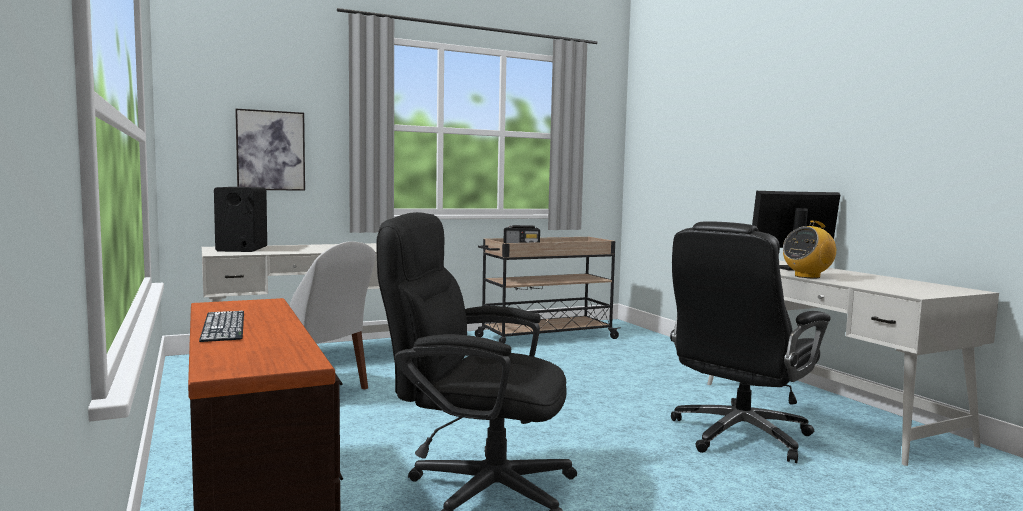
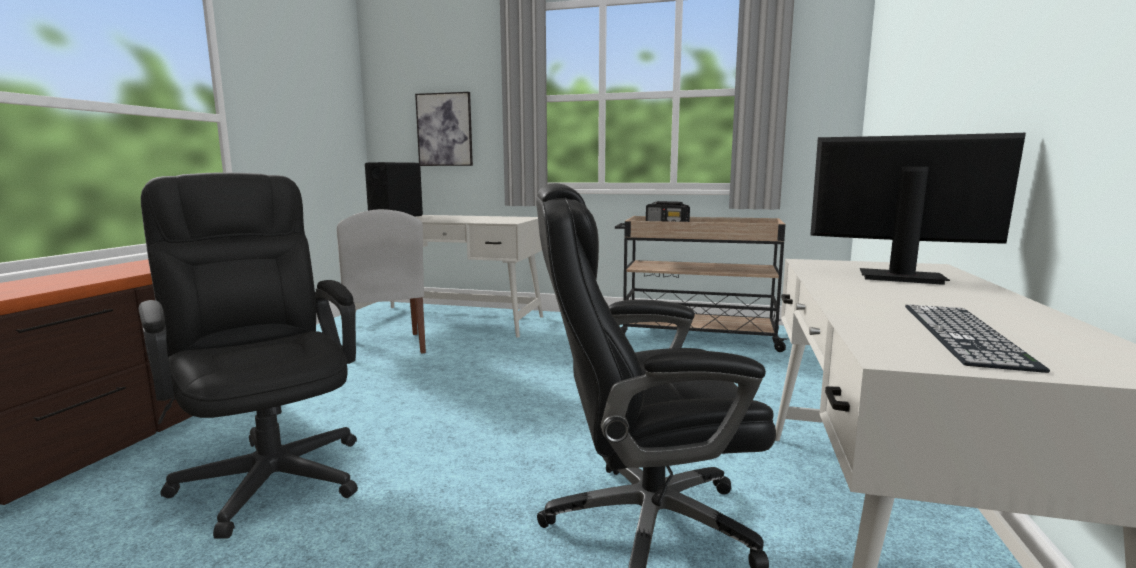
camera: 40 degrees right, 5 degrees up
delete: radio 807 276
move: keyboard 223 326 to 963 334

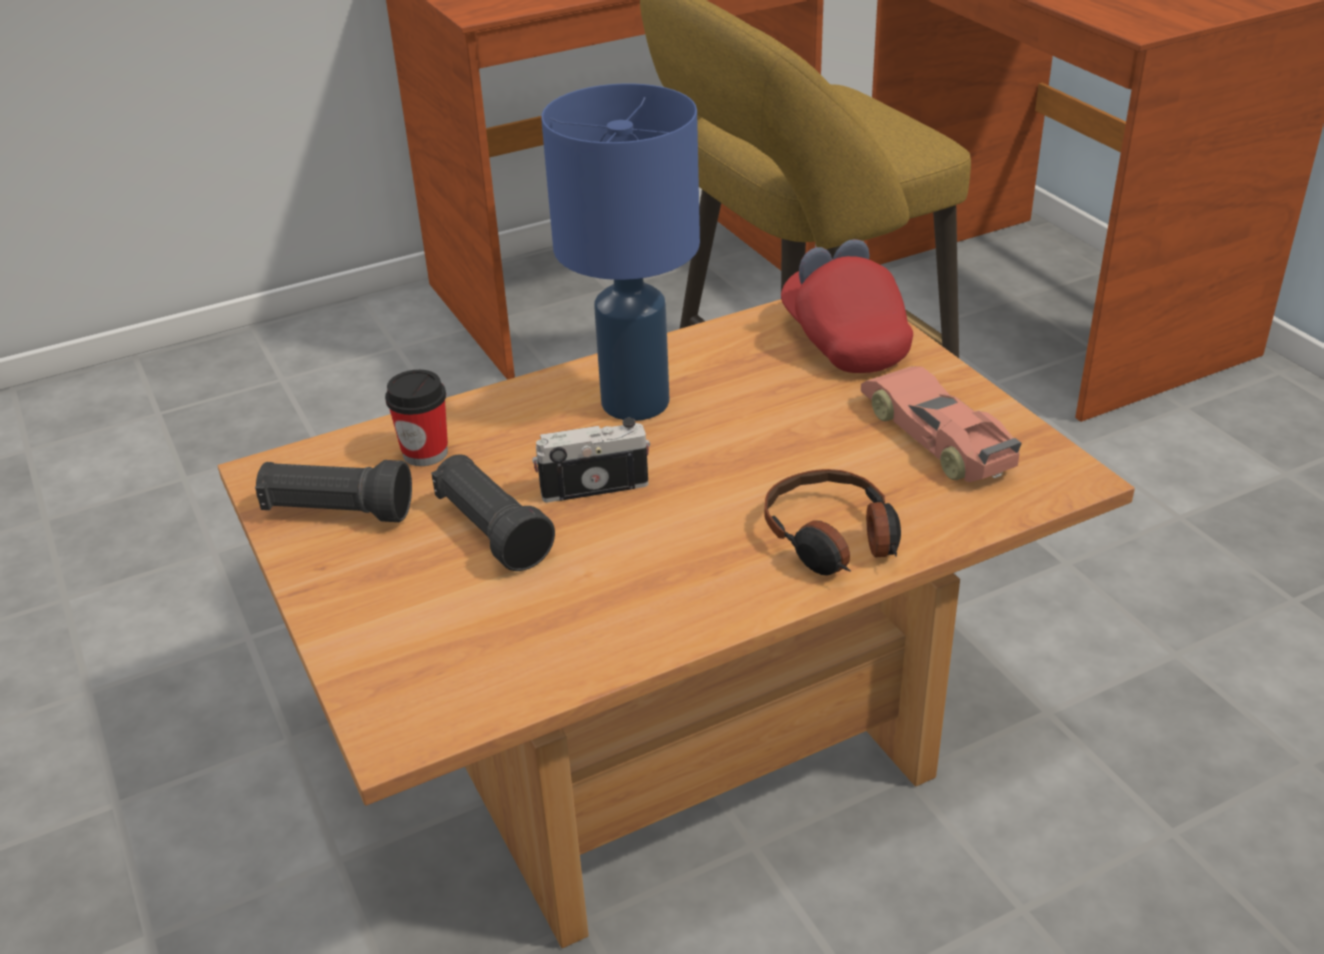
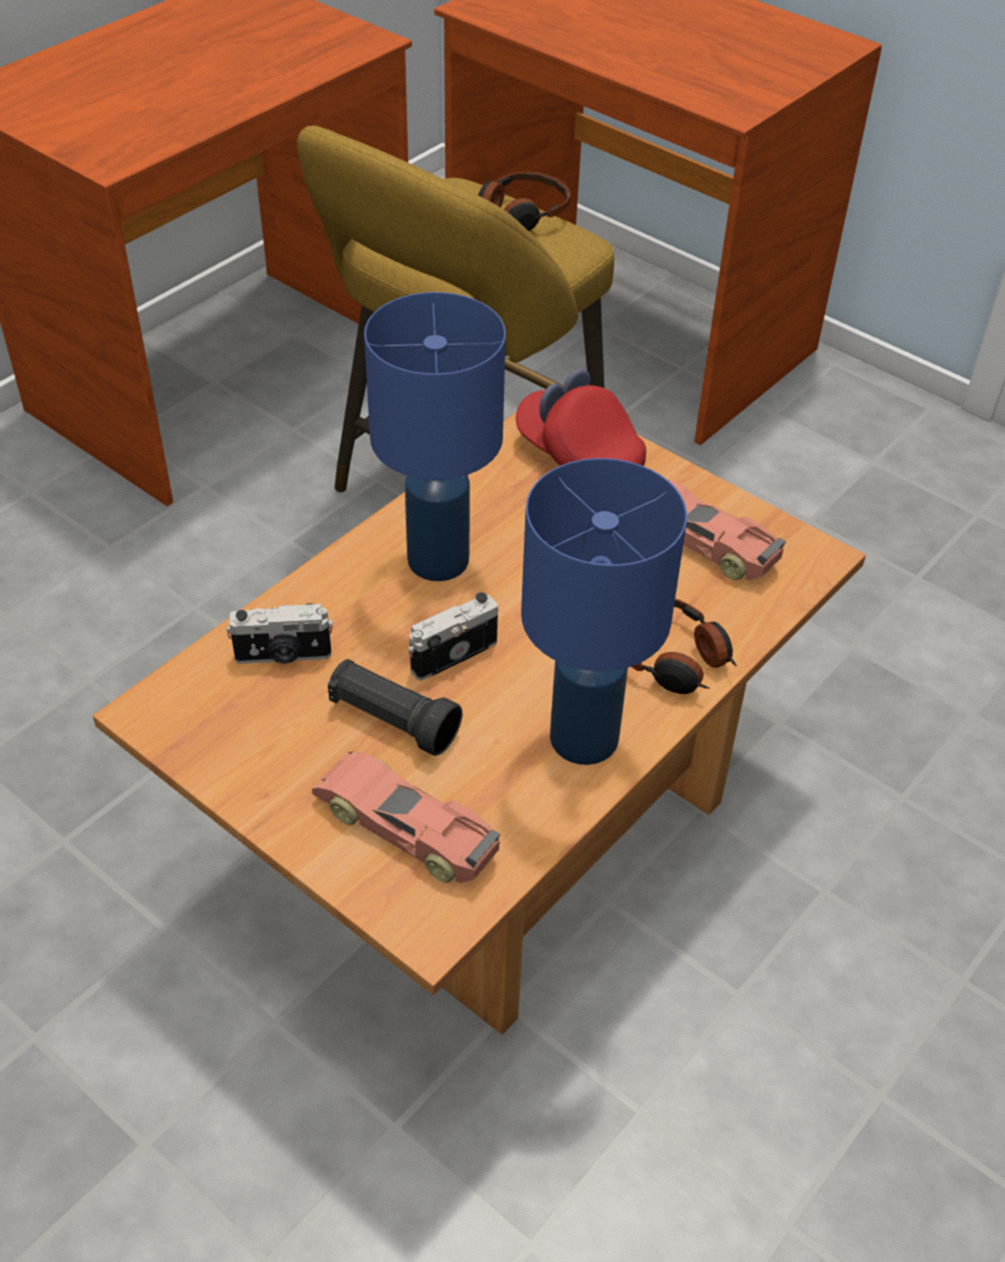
camera: 25 degrees left, 10 degrees up
delete: flashlight (black) 337 512
insert: toy car 407 827; headphones 521 214; table lamp (blue) 586 739
replace: cup 425 453 to photo camera 283 656

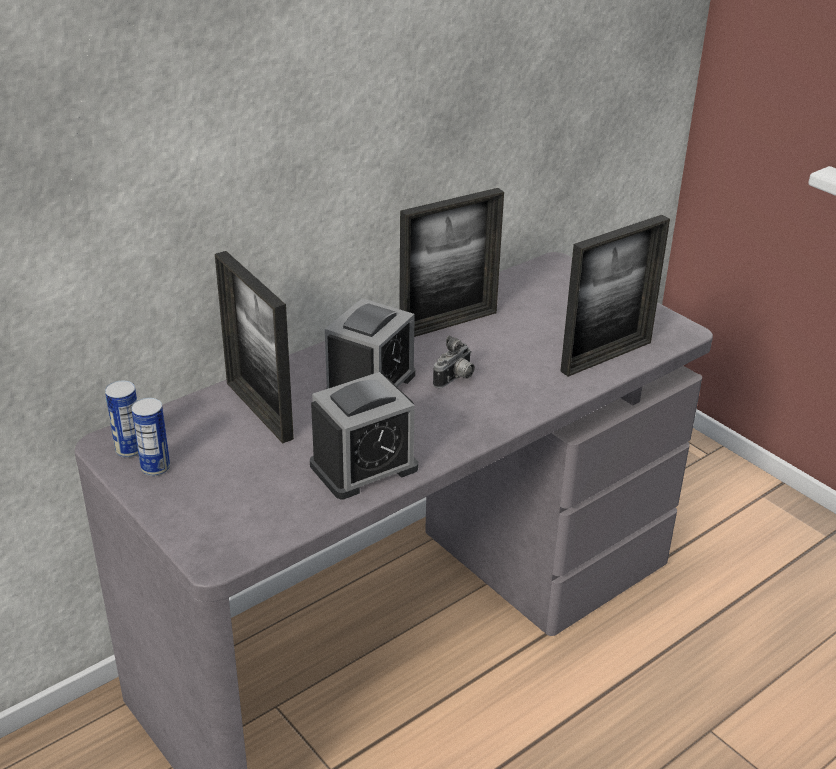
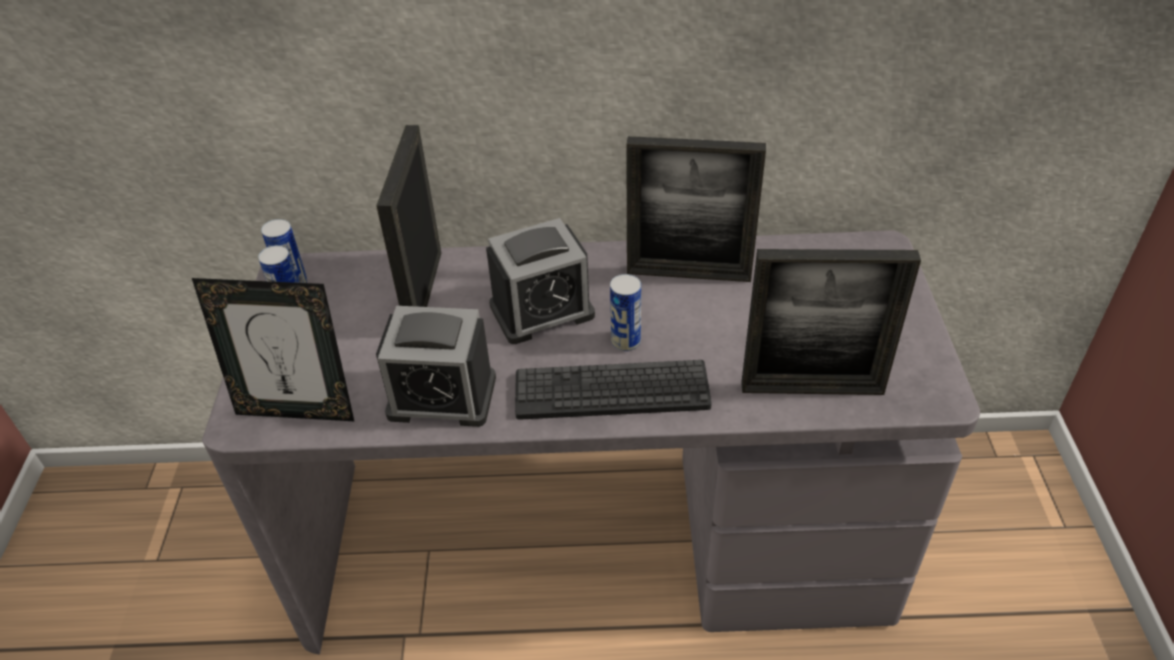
camera: 40 degrees right, 10 degrees up
insert: picture frame 297 410; keyboard 611 391
replace: photo camera 455 379 to can 625 341

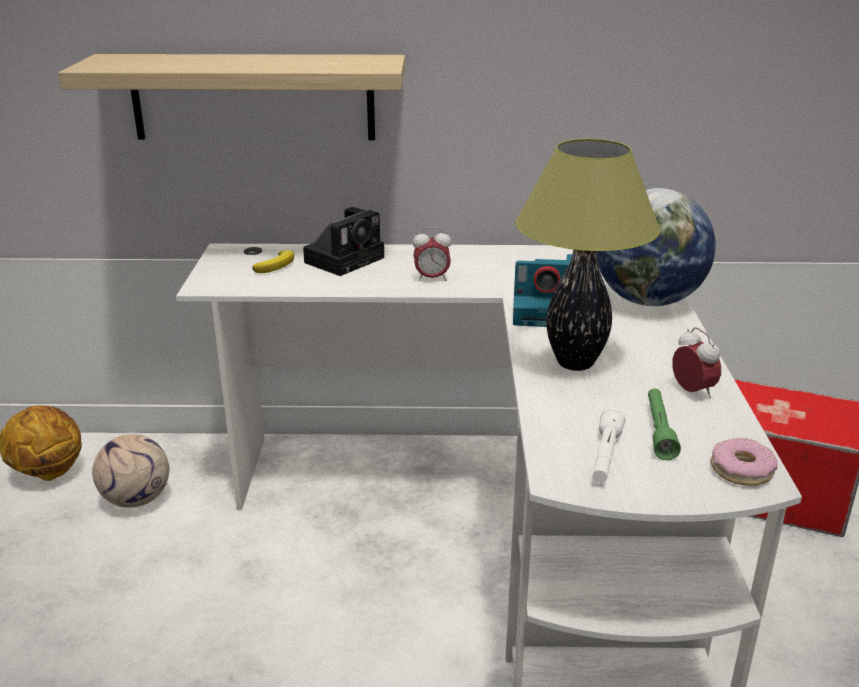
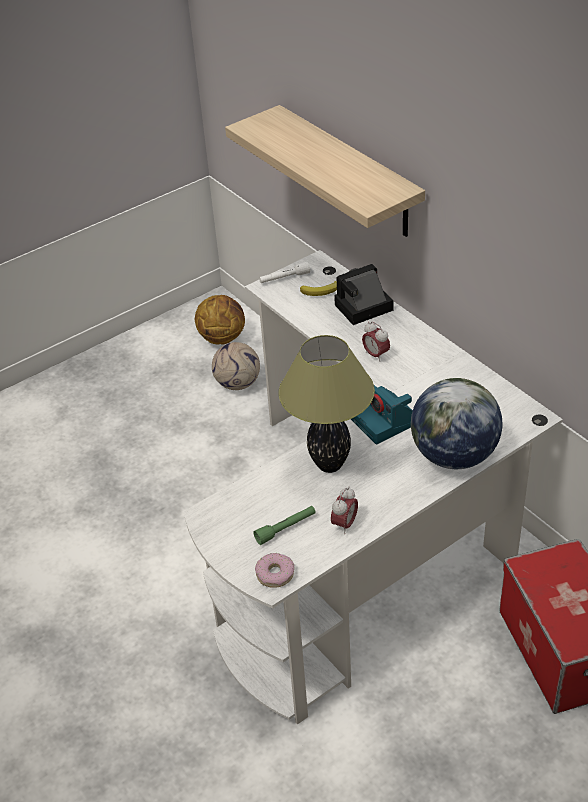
camera: 55 degrees right, 15 degrees up
move: flashlight (white) 605 456 to 284 278
rotate: photo camera 346 259 = 362 308 150 degrees clockwise

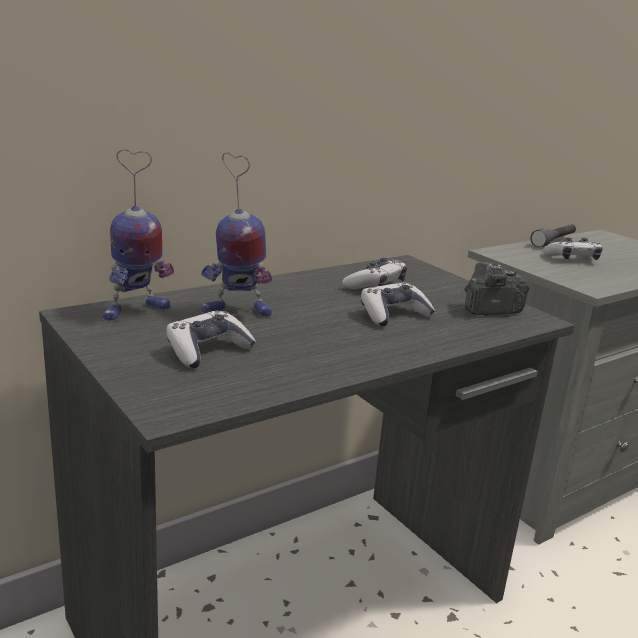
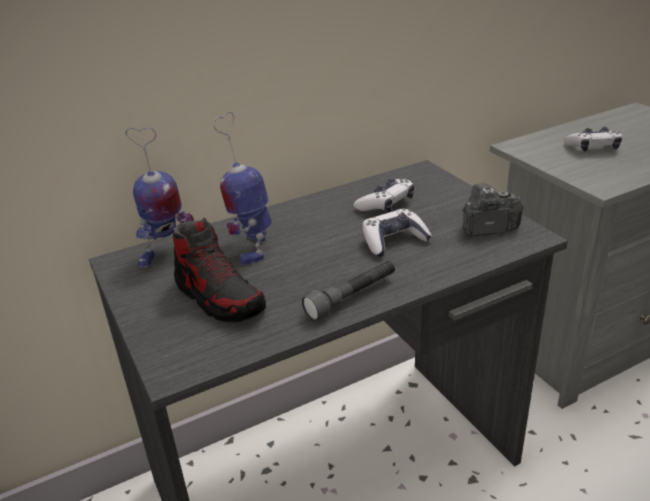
camera: 10 degrees right, 10 degrees up
move: flashlight (grey) 554 242 to 352 297
replace: game controller 208 351 to shoe 219 297
rotate: toy robot 236 312 = 252 248 90 degrees clockwise

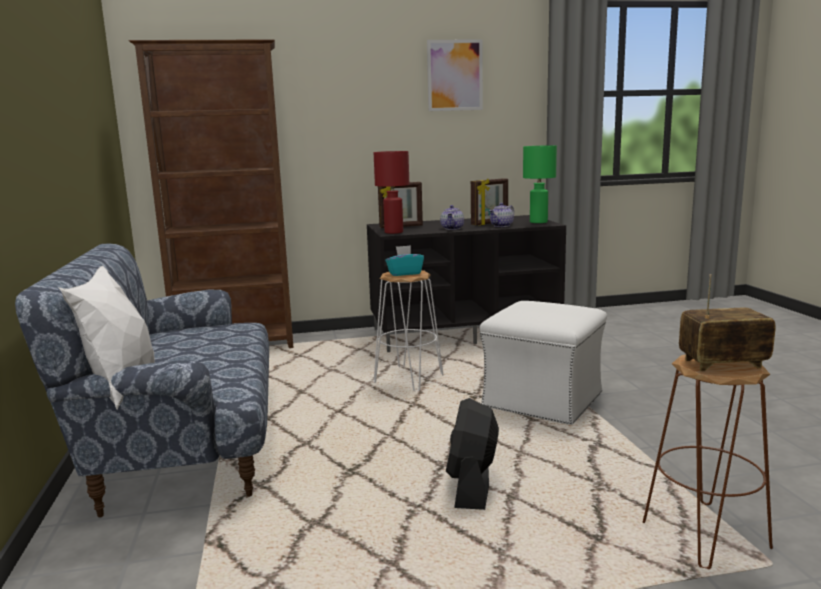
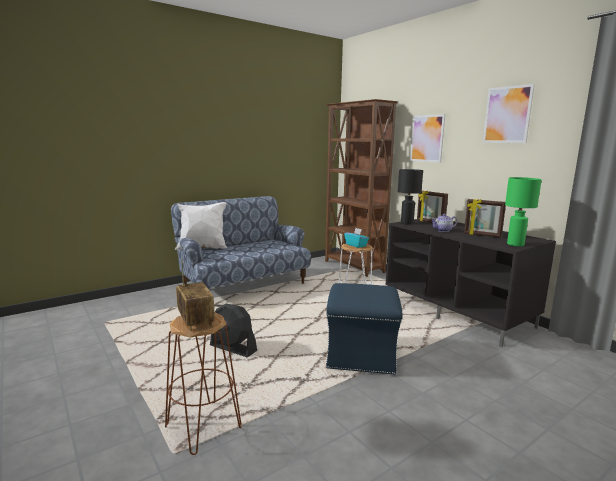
camera: 65 degrees right, 0 degrees up
delete: teapot 501 226
insert: picture 427 138
recolor: table lamp (red) 393 232 to table lamp (black) 406 223; ottoman (white) 544 400 to ottoman (blue) 361 355
rotate: fan (black) 472 486 = 233 349 135 degrees counterclockwise

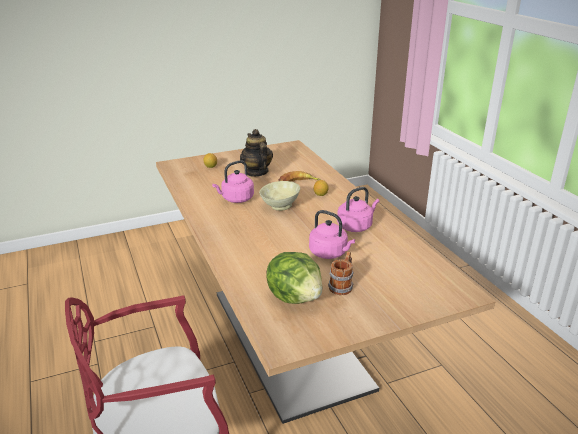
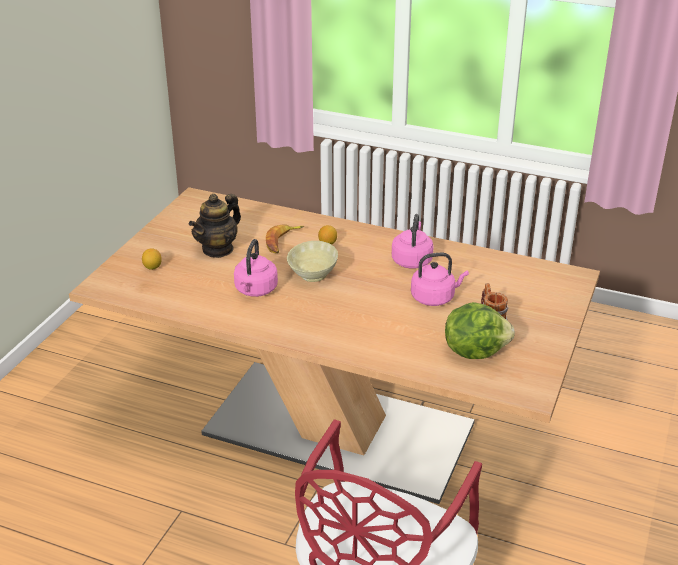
camera: 45 degrees left, 5 degrees up
rotate: teapot 256 172 = 218 249 75 degrees counterclockwise

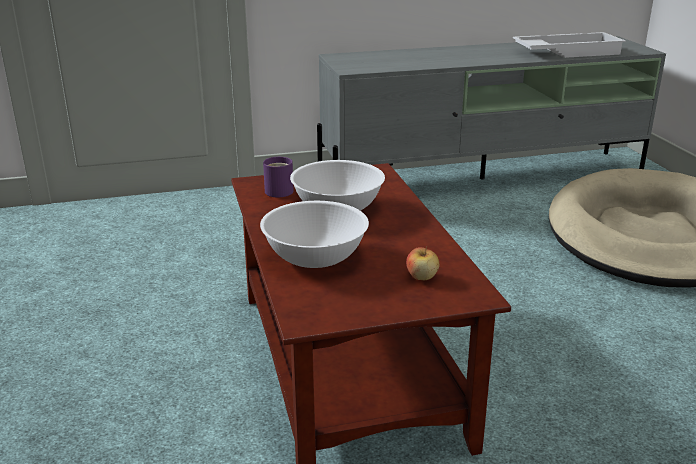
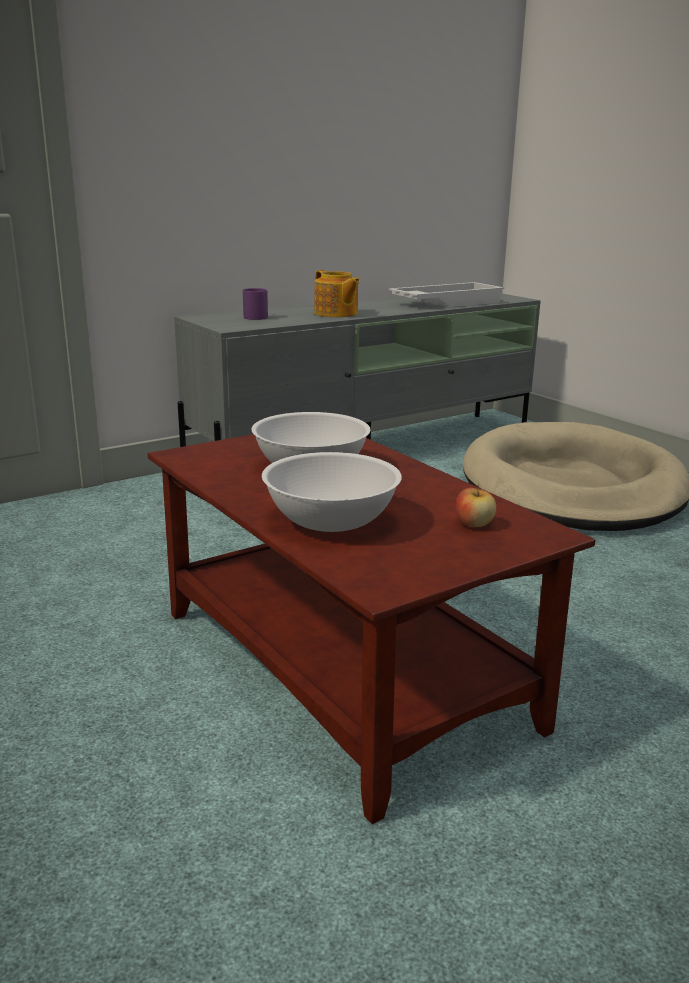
camera: 20 degrees left, 5 degrees down
insert: teapot 336 314
move: mug (purple) 279 190 to 255 317

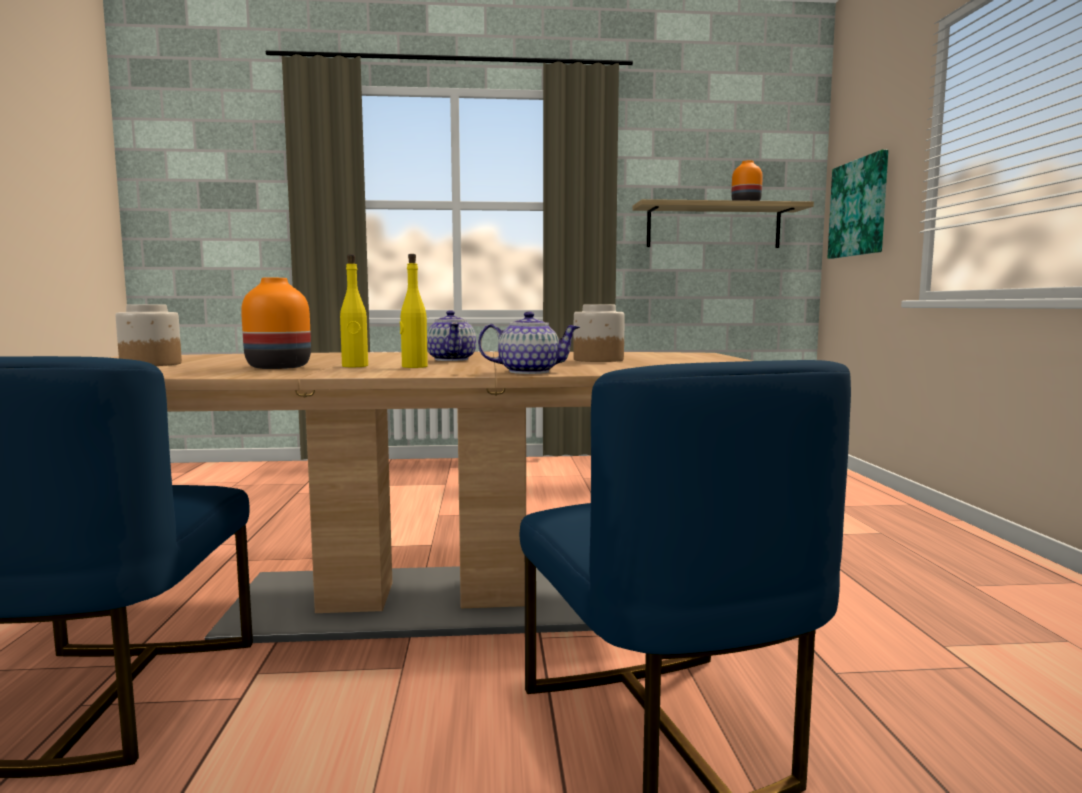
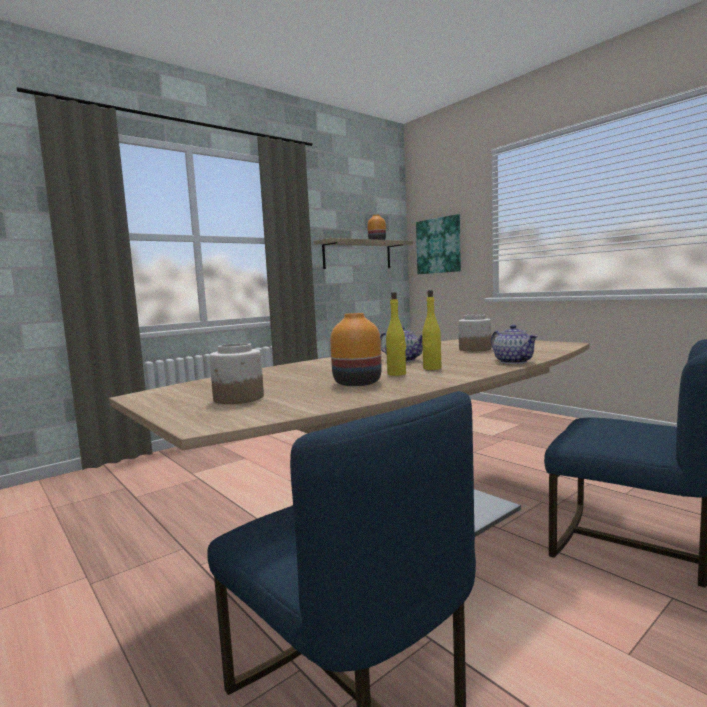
camera: 35 degrees left, 0 degrees up
rotate: teapot 528 371 = 513 362 105 degrees clockwise

